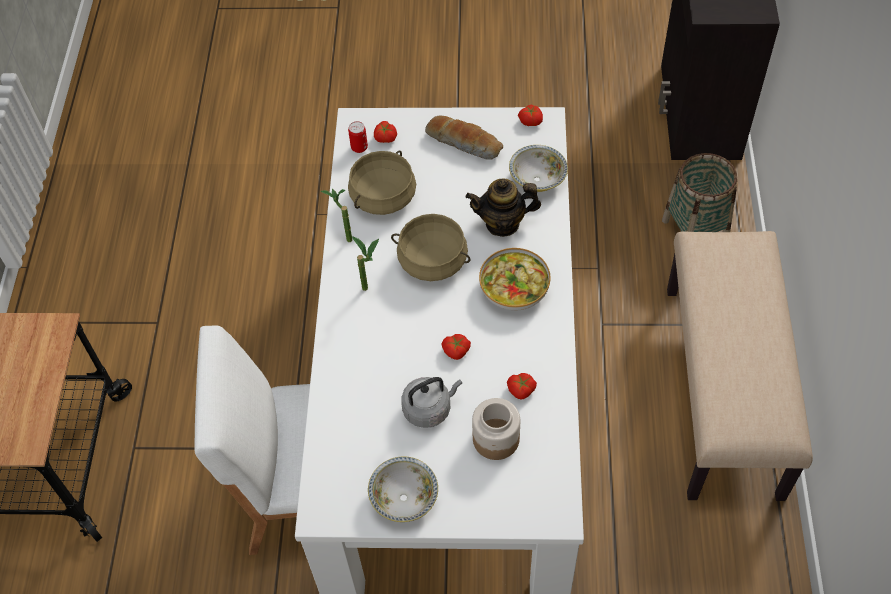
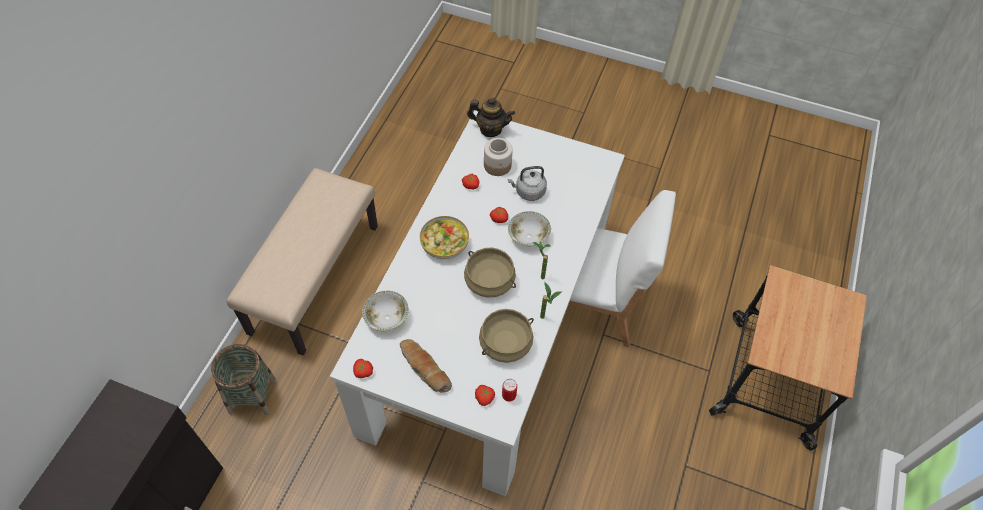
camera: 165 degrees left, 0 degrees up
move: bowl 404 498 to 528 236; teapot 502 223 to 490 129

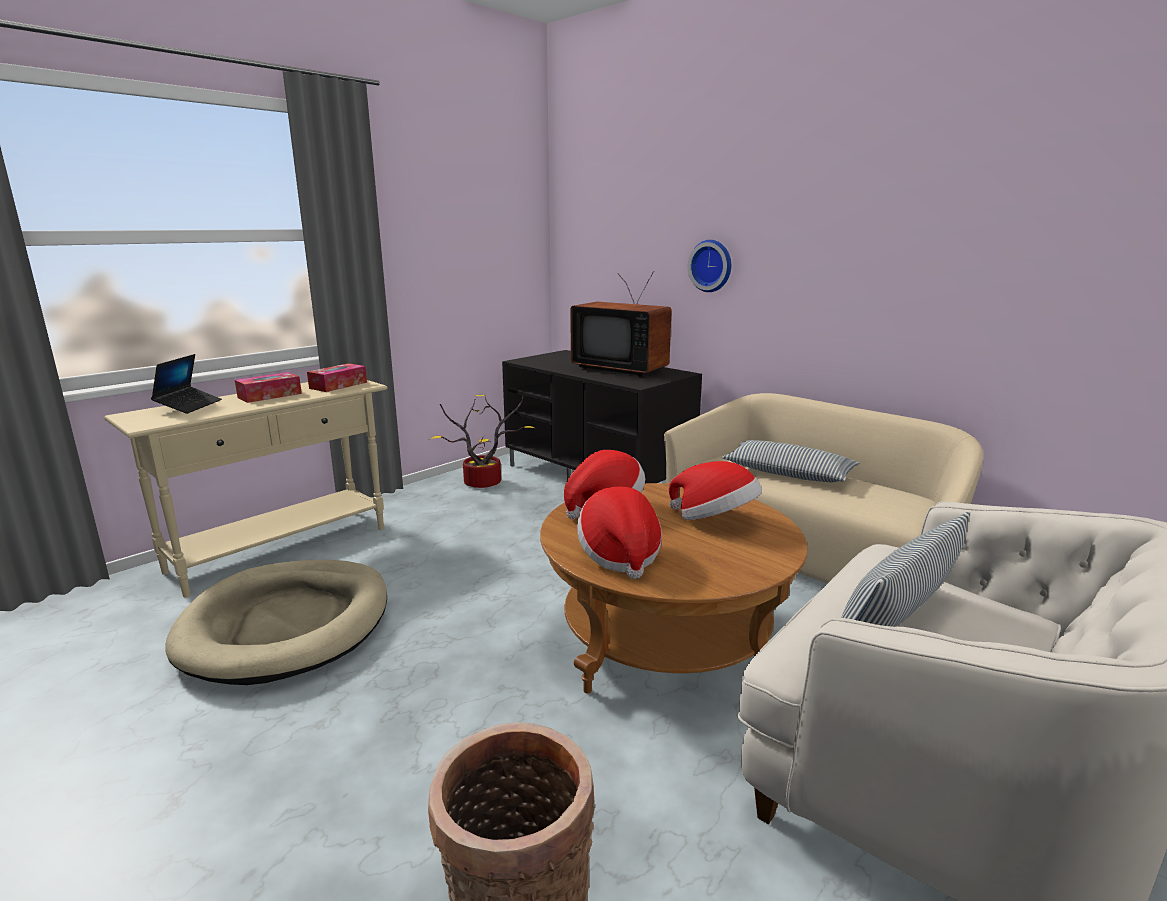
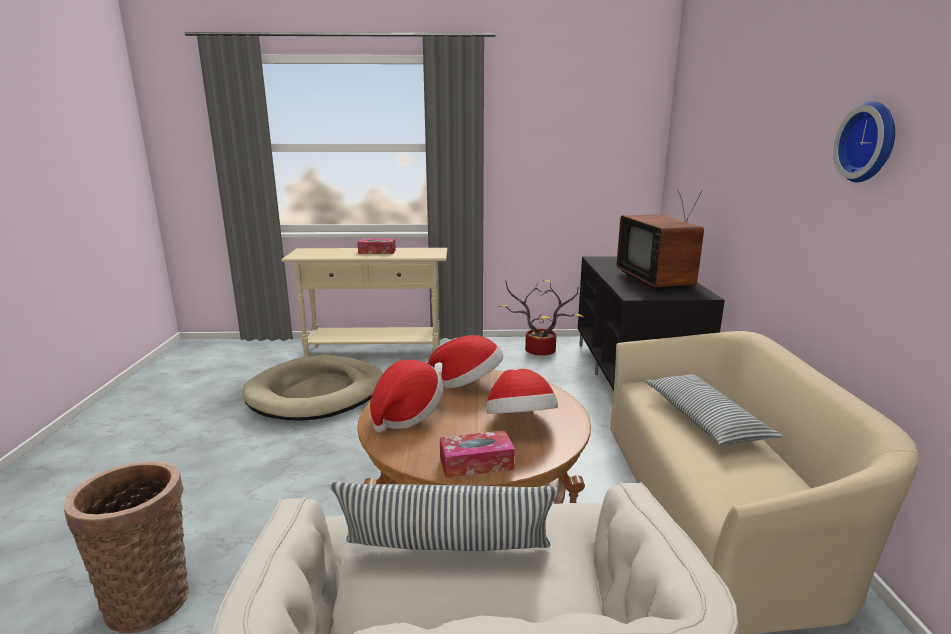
camera: 45 degrees right, 0 degrees up
delete: laptop 189 406
move: tissue box 338 385 to 476 463; wall clock 712 266 to 870 142

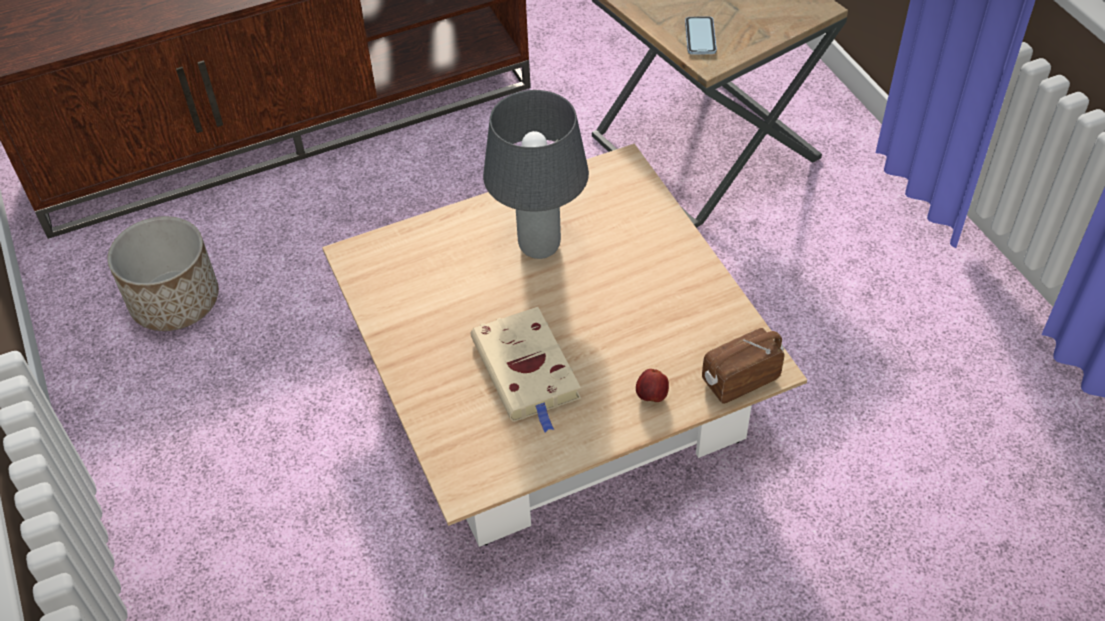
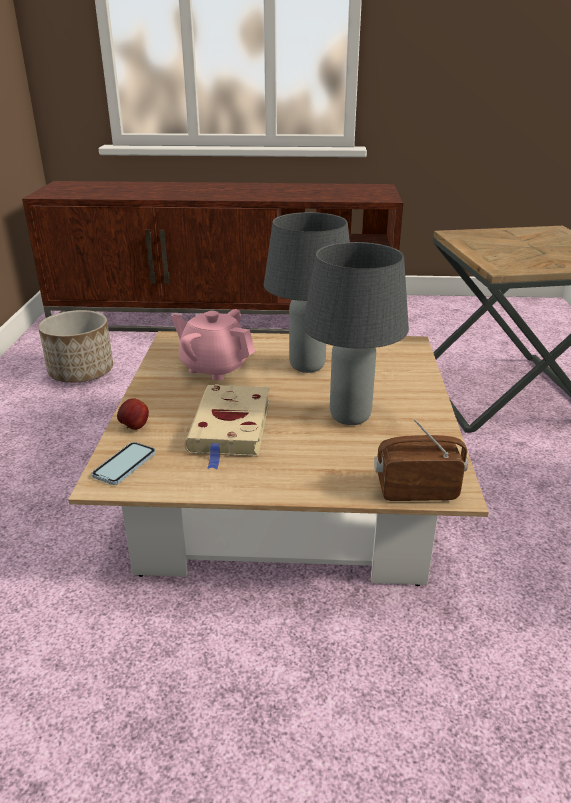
camera: 25 degrees right, 20 degrees down
insert: teapot (pink) 214 368; table lamp (grey) 351 417
move: apple 651 396 to 134 427; phone 700 37 to 124 465

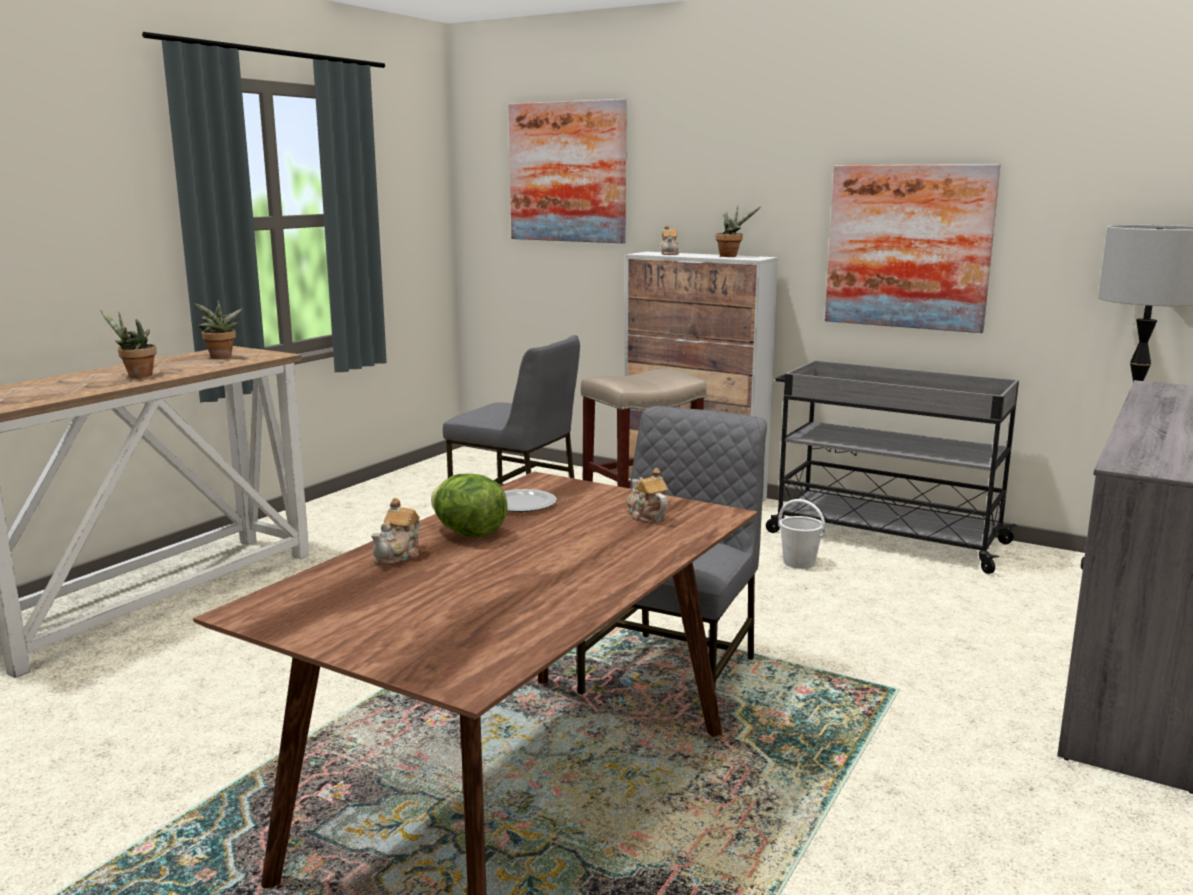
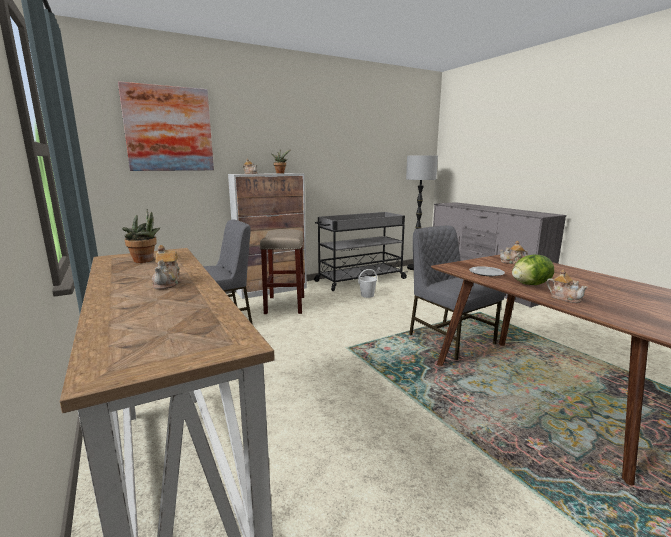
camera: 60 degrees left, 0 degrees up
delete: picture 908 247
replace: potted plant 136 375 to teapot 168 283

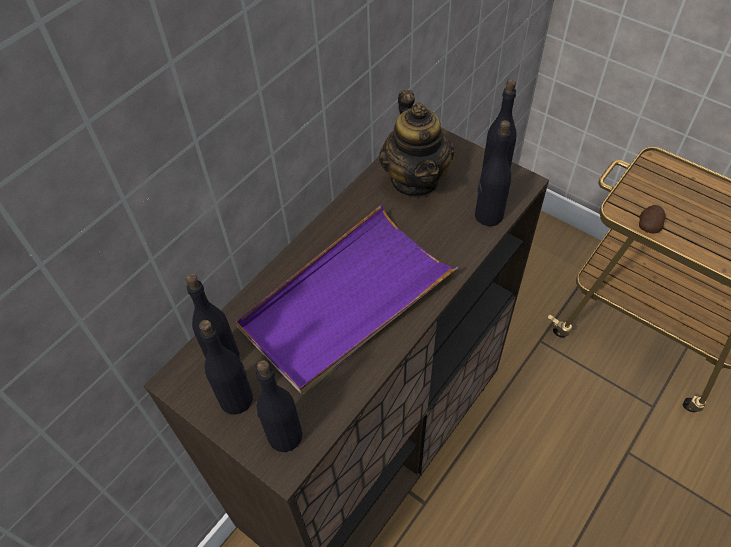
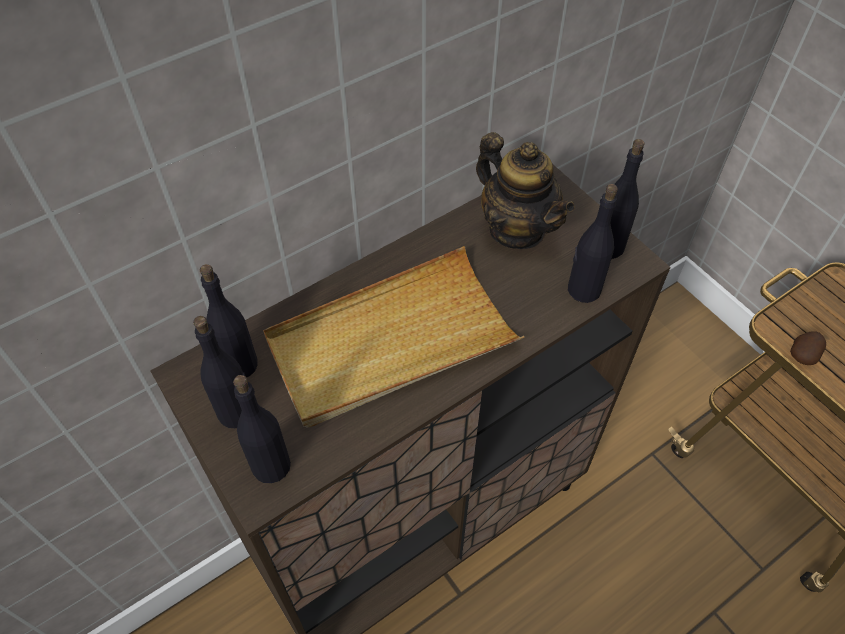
camera: 15 degrees right, 0 degrees up
recolor: tray (purple) 347 301 to tray (beige) 390 342
rotate: teapot 416 180 = 517 229 45 degrees counterclockwise

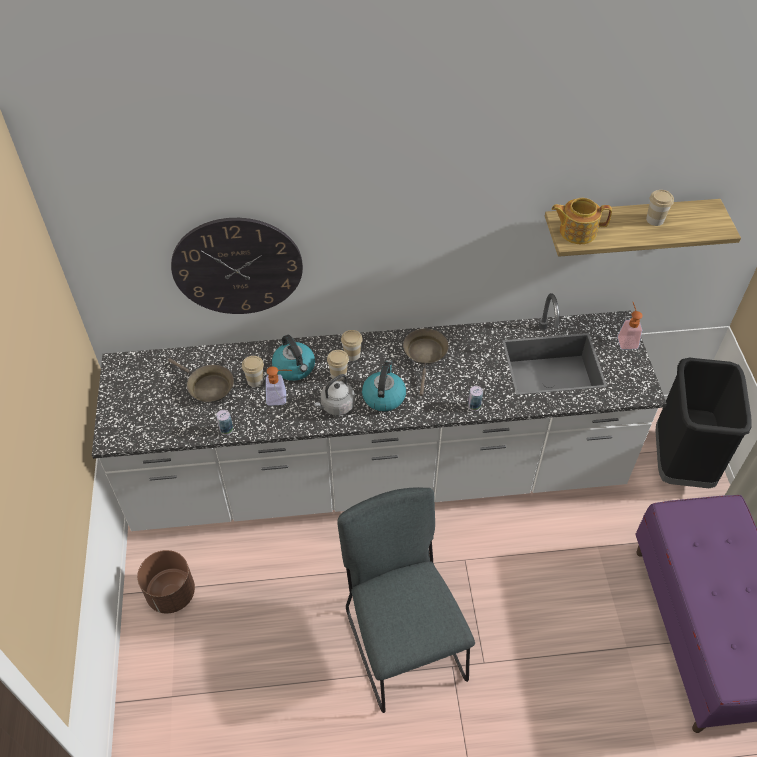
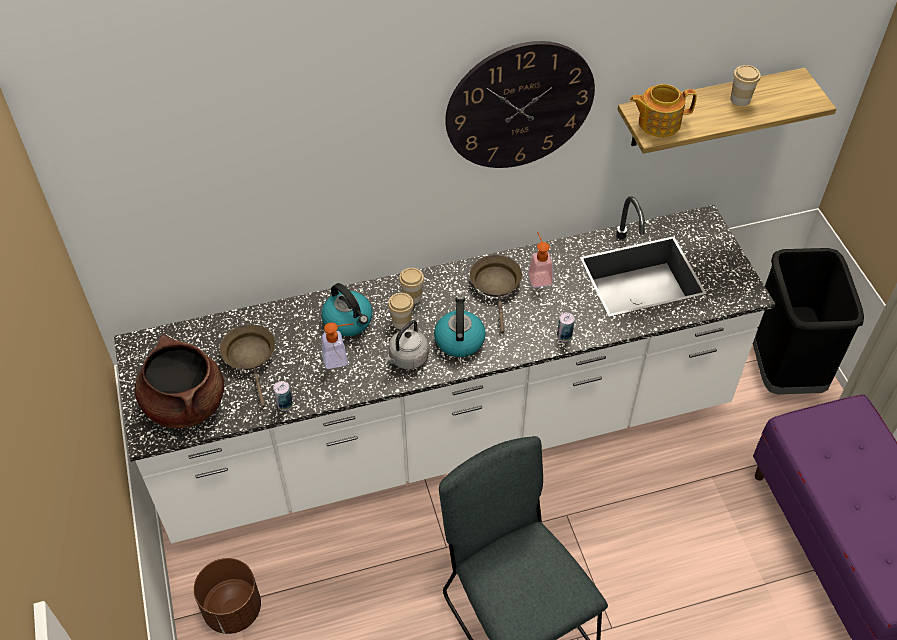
camera: 10 degrees left, 0 degrees up
delete: cup 255 380
insert: cooking pot (brown) 185 404
move: wall clock 237 266 to 519 106; soap dispenser 626 339 to 538 275
rotate: frying pan (brown) 207 387 = 250 357 135 degrees counterclockwise

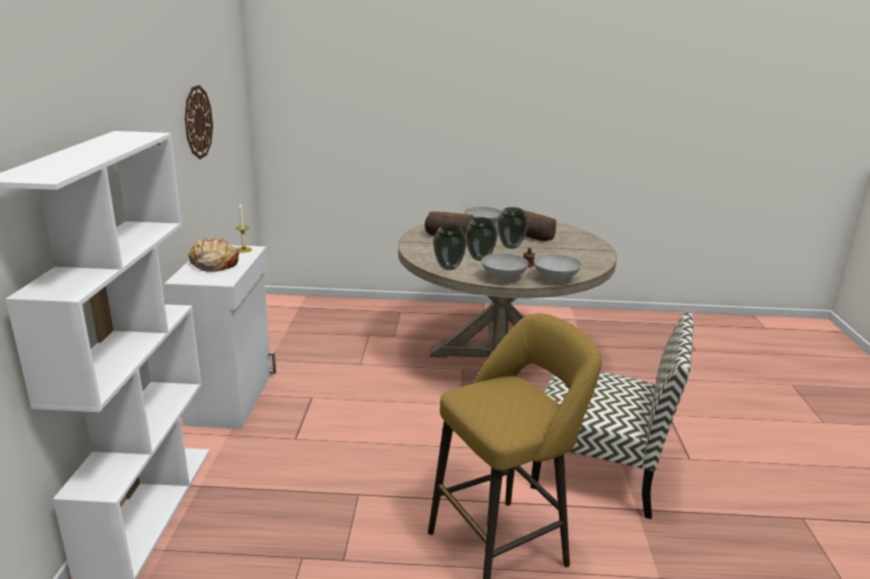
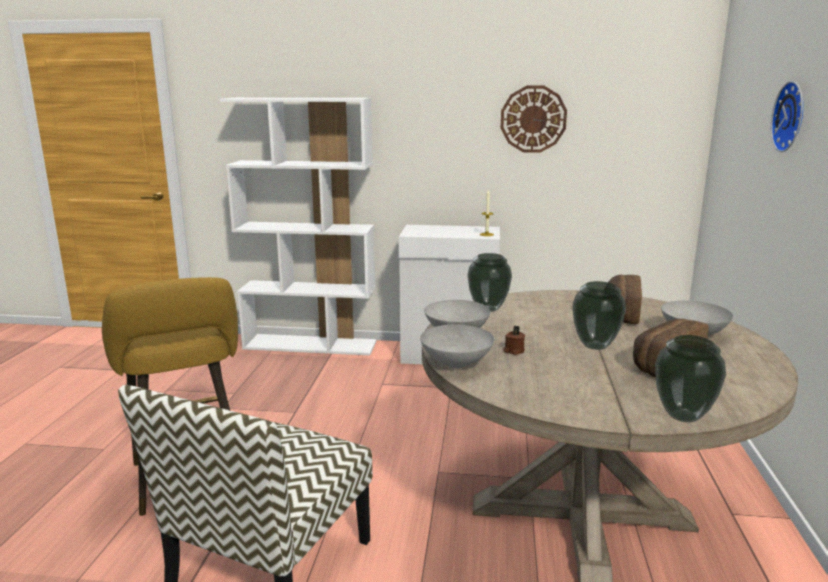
camera: 95 degrees right, 5 degrees down
delete: bread 213 264
insert: wall clock 792 117
move: vase 479 259 to 682 415

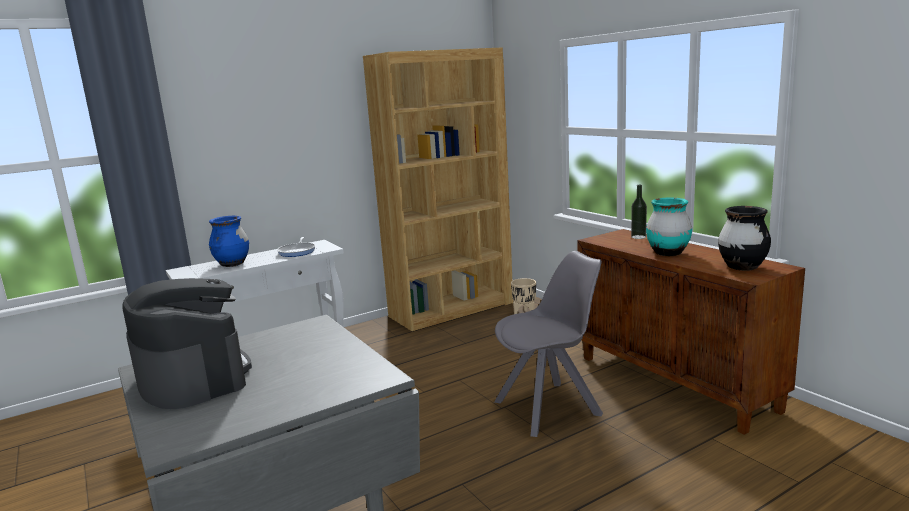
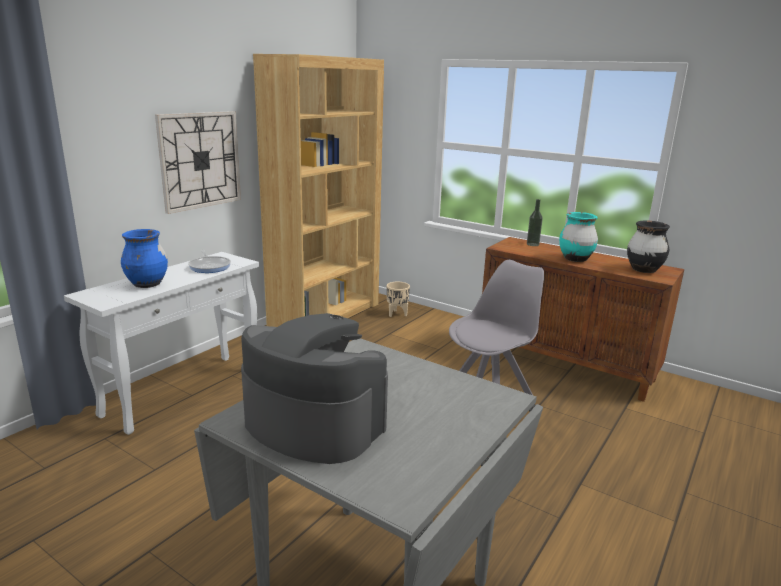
camera: 25 degrees left, 5 degrees up
insert: wall clock 200 160

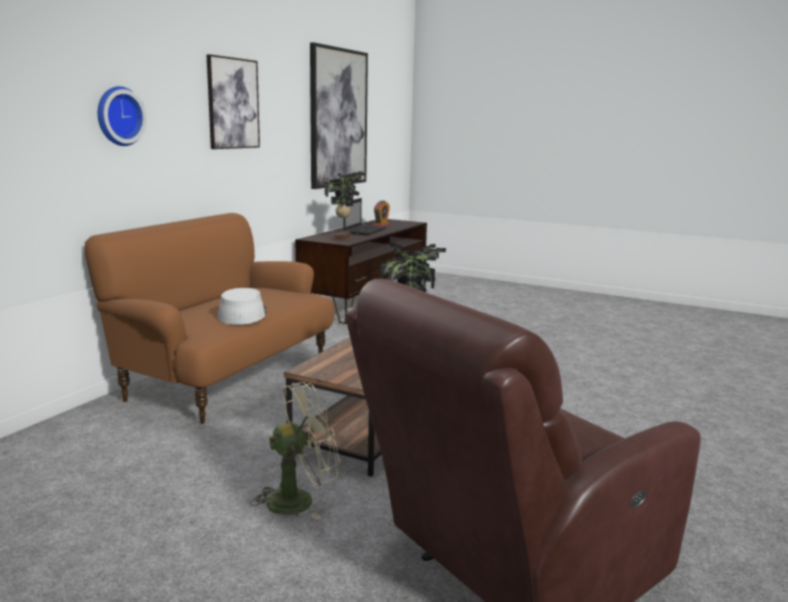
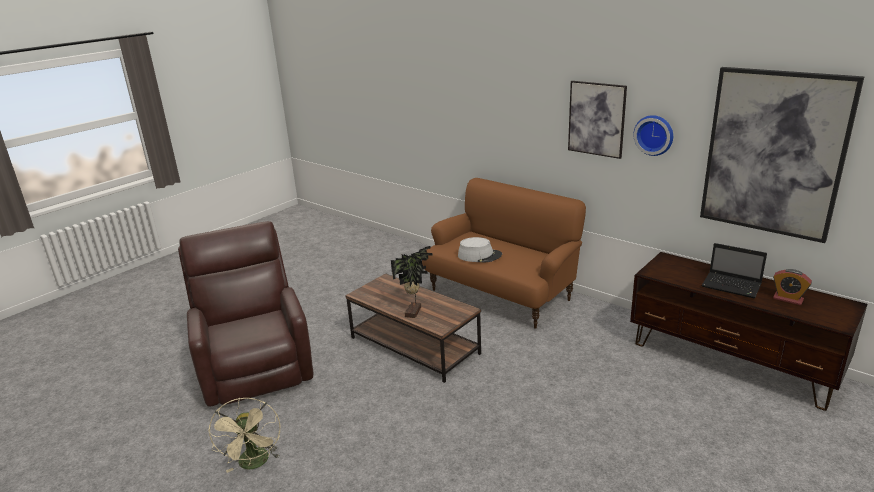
camera: 105 degrees right, 10 degrees up
delete: potted plant 344 238
move: wall clock 118 116 to 654 134; fan (beige) 299 499 to 255 464

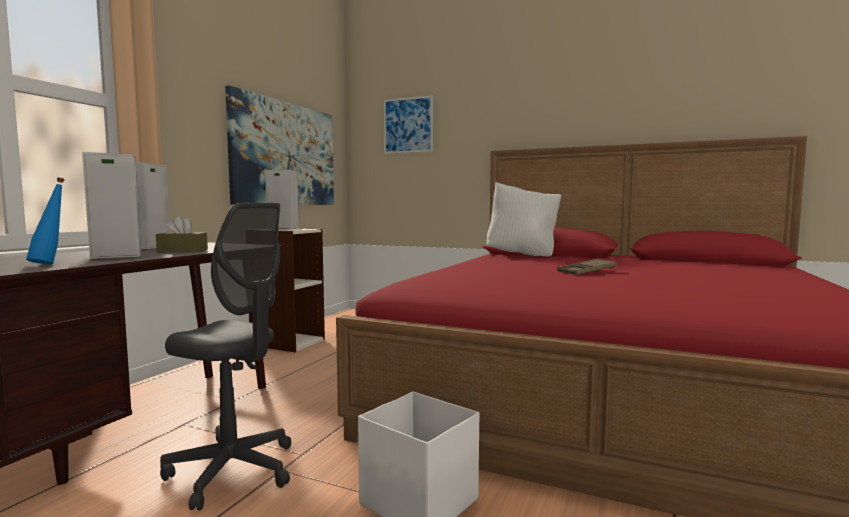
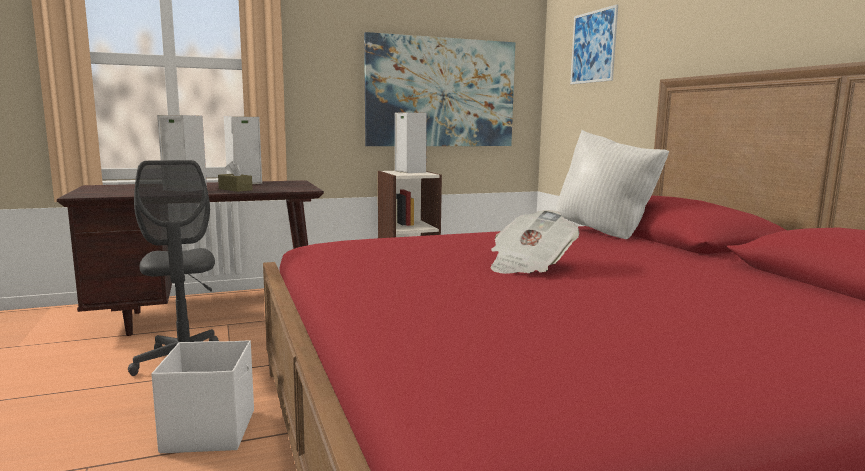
camera: 45 degrees right, 5 degrees up
delete: bottle (blue) 51 264
replace: tray (brown) 587 271 to newspaper 529 266

